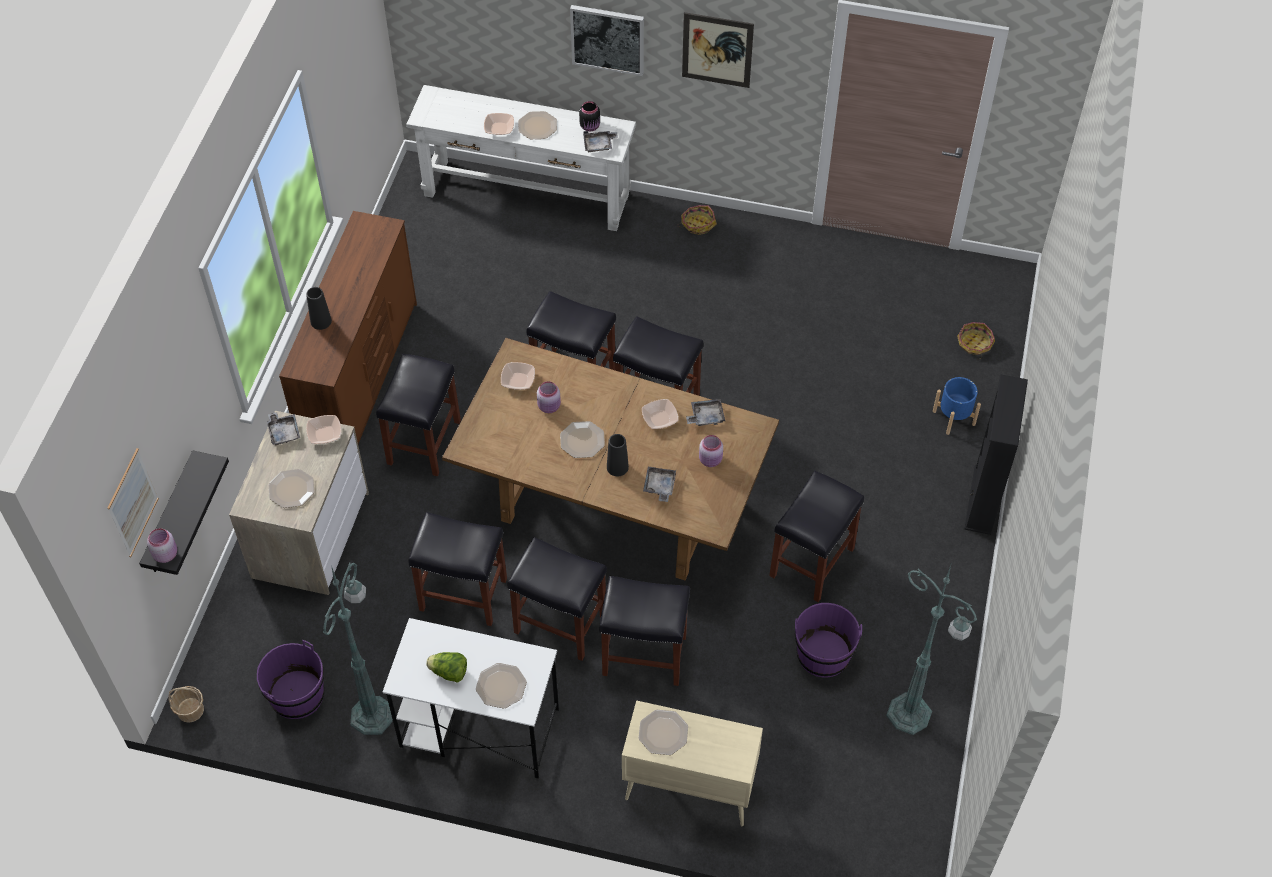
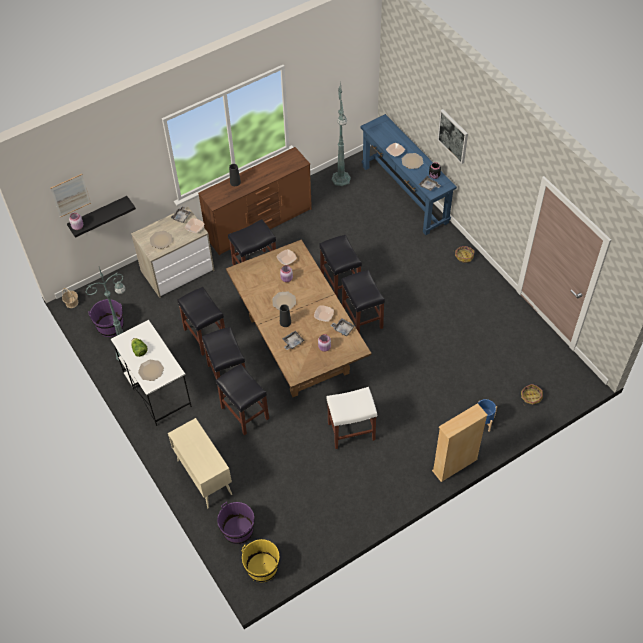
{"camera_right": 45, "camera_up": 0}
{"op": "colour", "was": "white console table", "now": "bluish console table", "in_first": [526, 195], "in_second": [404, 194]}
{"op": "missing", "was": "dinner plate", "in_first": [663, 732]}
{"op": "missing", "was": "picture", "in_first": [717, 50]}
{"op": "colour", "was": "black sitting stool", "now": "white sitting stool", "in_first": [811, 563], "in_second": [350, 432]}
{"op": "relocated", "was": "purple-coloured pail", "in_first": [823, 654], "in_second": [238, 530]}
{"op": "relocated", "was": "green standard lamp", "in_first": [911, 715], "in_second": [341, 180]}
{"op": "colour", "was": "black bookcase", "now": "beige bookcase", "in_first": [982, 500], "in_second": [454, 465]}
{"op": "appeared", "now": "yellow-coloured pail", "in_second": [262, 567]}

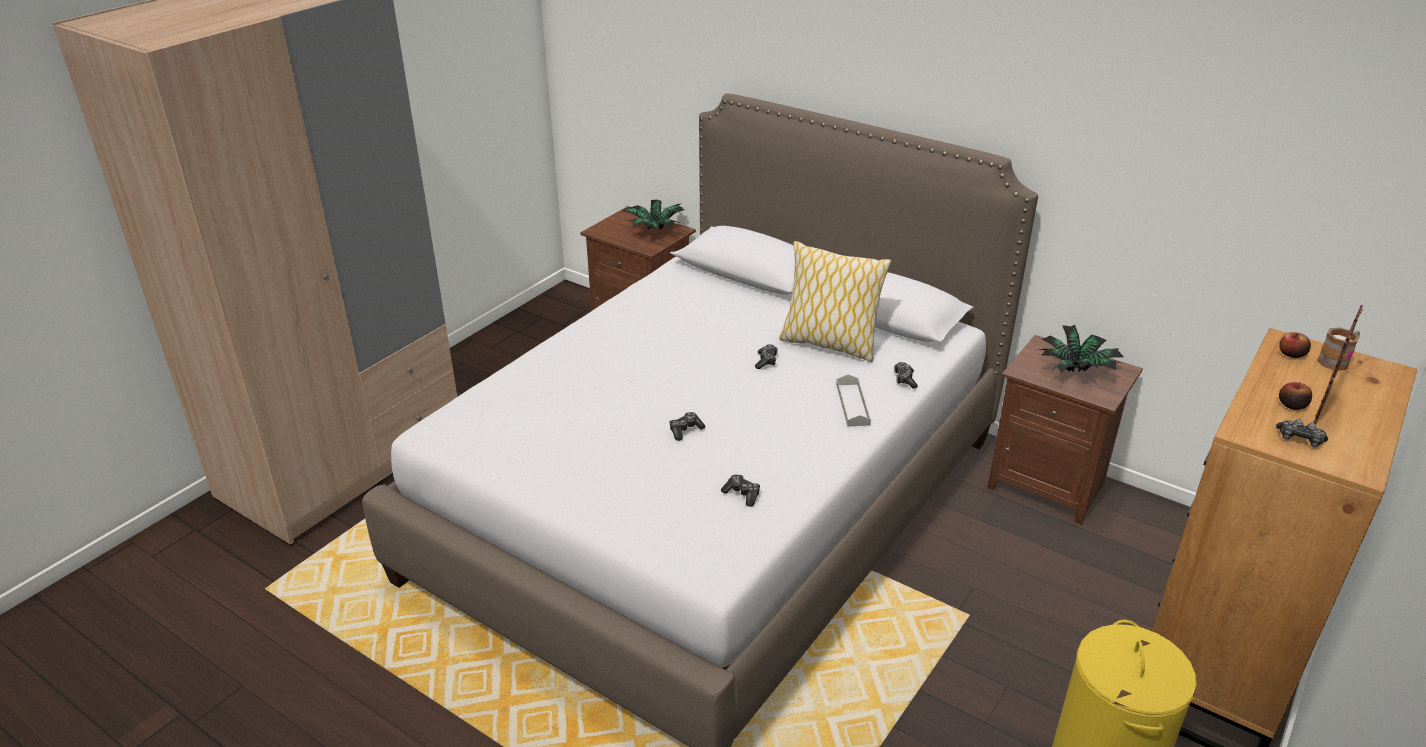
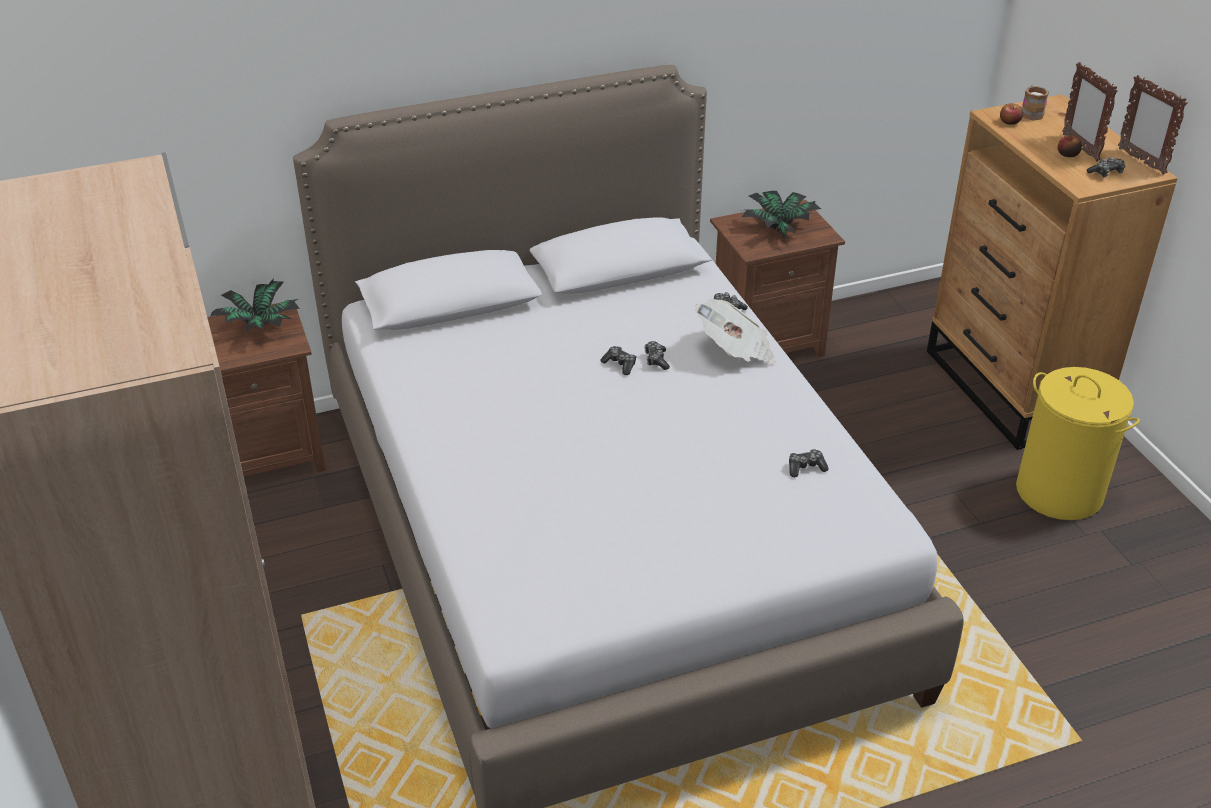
{"camera_right": -55, "camera_up": 5}
{"op": "relocated", "was": "joypad", "in_first": [685, 430], "in_second": [656, 360]}
{"op": "missing", "was": "cushion", "in_first": [829, 344]}
{"op": "exchanged", "was": "gray tray", "now": "printed paper", "in_first": [852, 404], "in_second": [736, 351]}
{"op": "appeared", "now": "photo frame", "in_second": [1141, 161]}

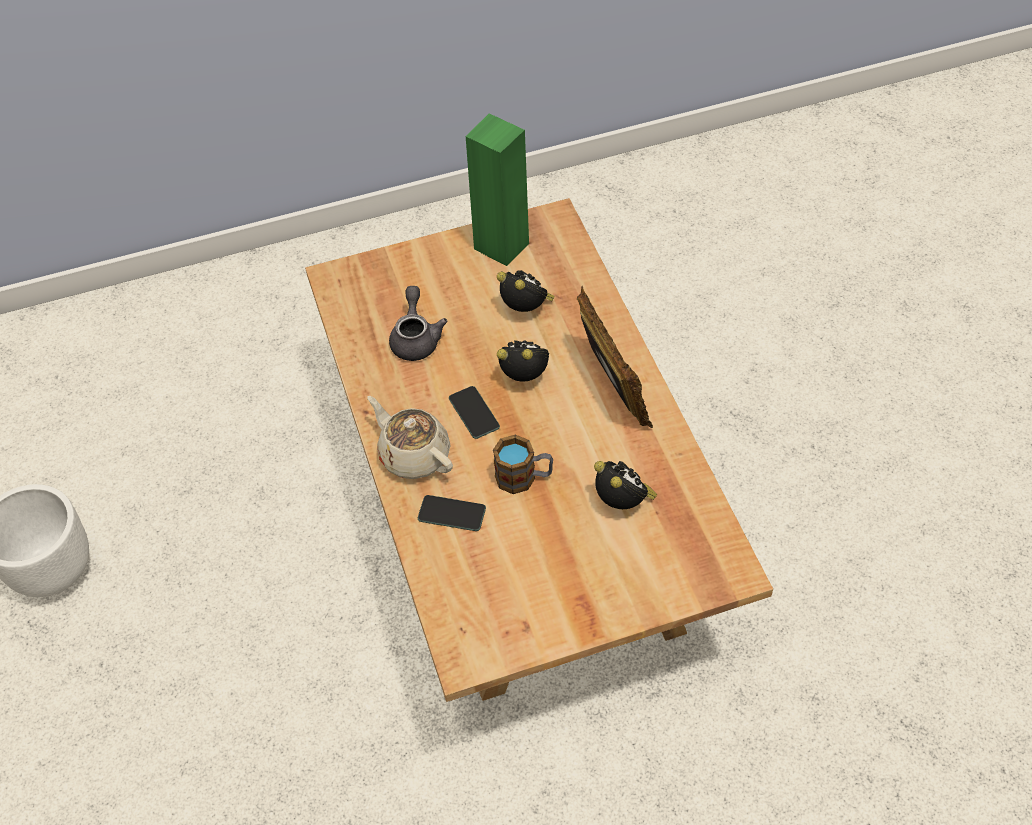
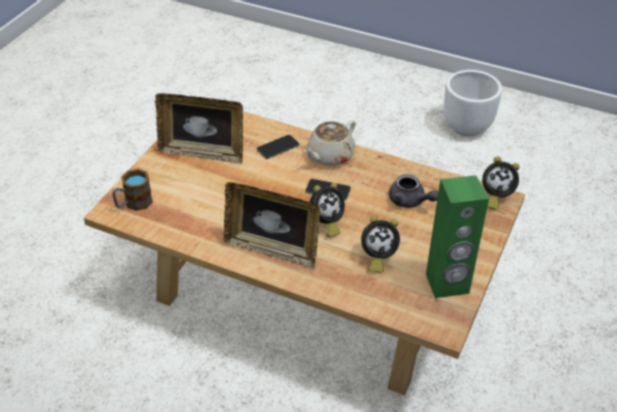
{"camera_right": 130, "camera_up": -10}
{"op": "spun", "was": "beige tea pot", "in_first": [413, 454], "in_second": [329, 156], "clockwise": 135}
{"op": "relocated", "was": "coffee mug", "in_first": [524, 477], "in_second": [133, 204]}
{"op": "relocated", "was": "bedside clock", "in_first": [623, 503], "in_second": [495, 197]}
{"op": "appeared", "now": "photo frame", "in_second": [202, 153]}

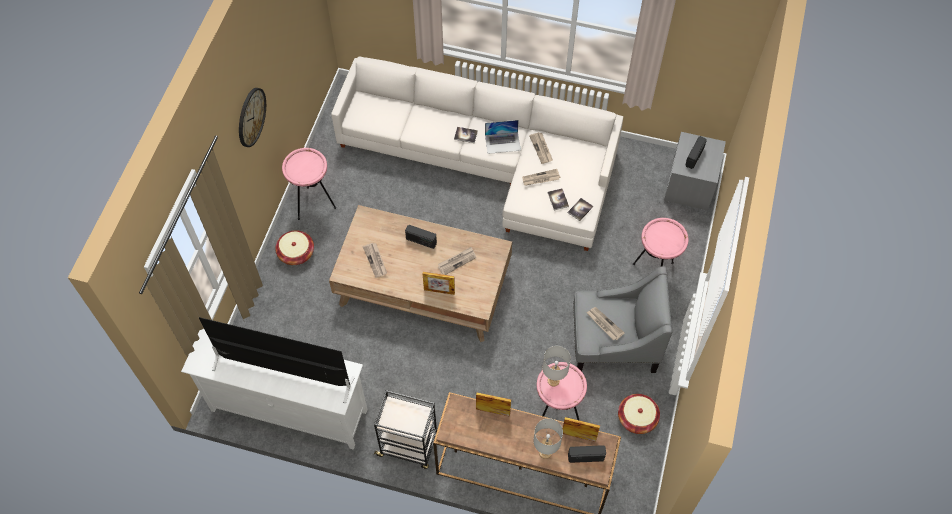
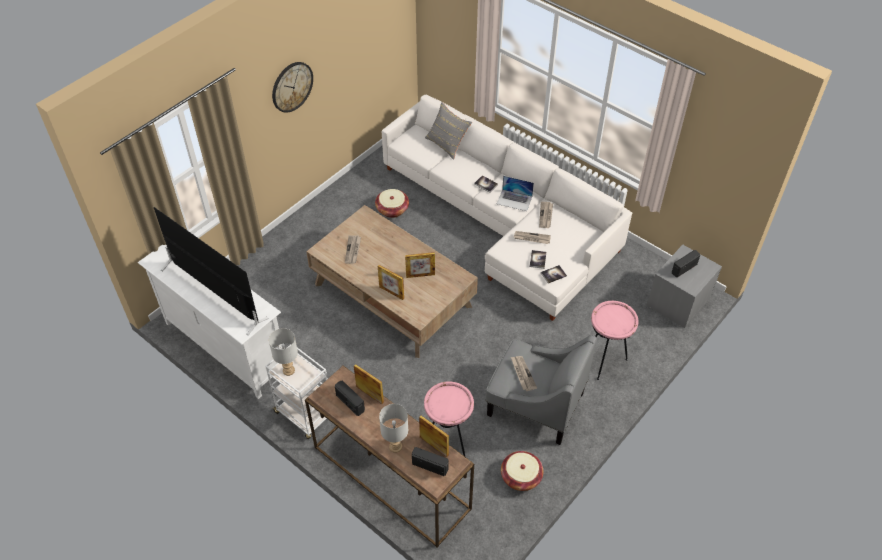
{"camera_right": 25, "camera_up": -10}
{"op": "relocated", "was": "basket", "in_first": [296, 253], "in_second": [392, 209]}
{"op": "missing", "was": "pink side table", "in_first": [314, 204]}
{"op": "colour", "was": "black cart", "now": "white cart", "in_first": [408, 445], "in_second": [305, 415]}
{"op": "relocated", "was": "radio", "in_first": [421, 241], "in_second": [350, 403]}
{"op": "exchanged", "was": "printed paper", "now": "photo frame", "in_first": [457, 261], "in_second": [420, 275]}
{"op": "relocated", "was": "gray table lamp", "in_first": [554, 380], "in_second": [289, 370]}
{"op": "appeared", "now": "gray cushion", "in_second": [447, 144]}

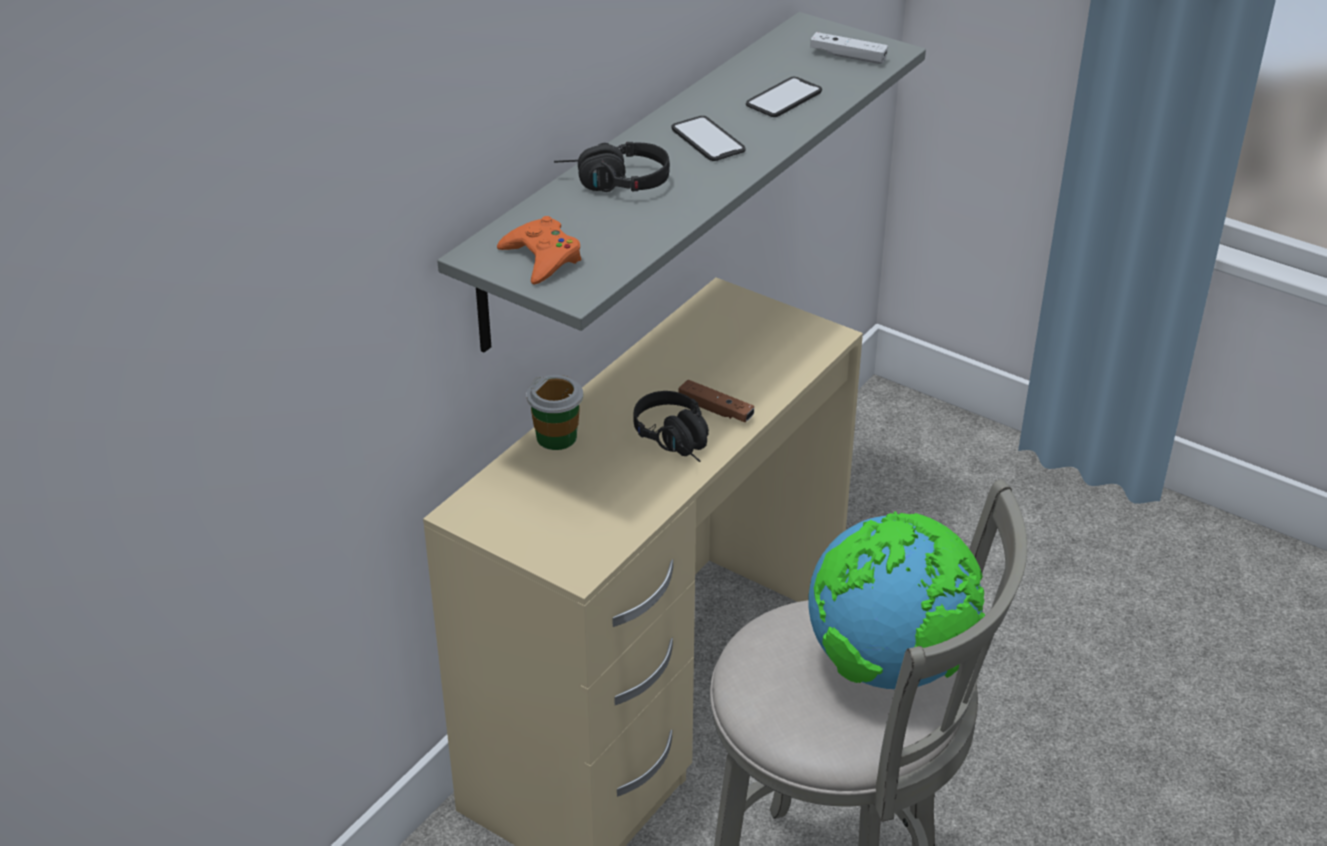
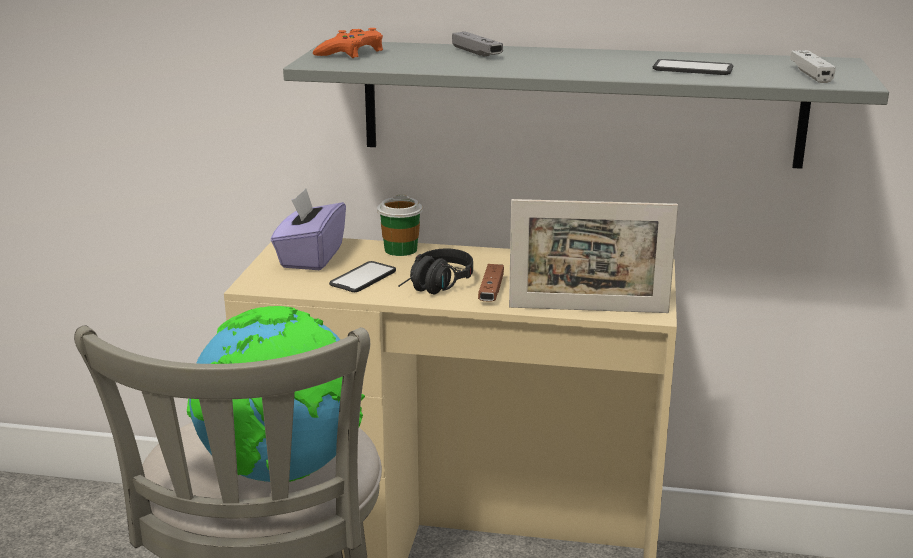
{"camera_right": 65, "camera_up": -15}
{"op": "exchanged", "was": "black headphones", "now": "gray joypad", "in_first": [612, 184], "in_second": [476, 53]}
{"op": "relocated", "was": "phone", "in_first": [708, 140], "in_second": [363, 278]}
{"op": "appeared", "now": "purple-coloured tissue holder", "in_second": [310, 257]}
{"op": "appeared", "now": "photo frame", "in_second": [588, 310]}

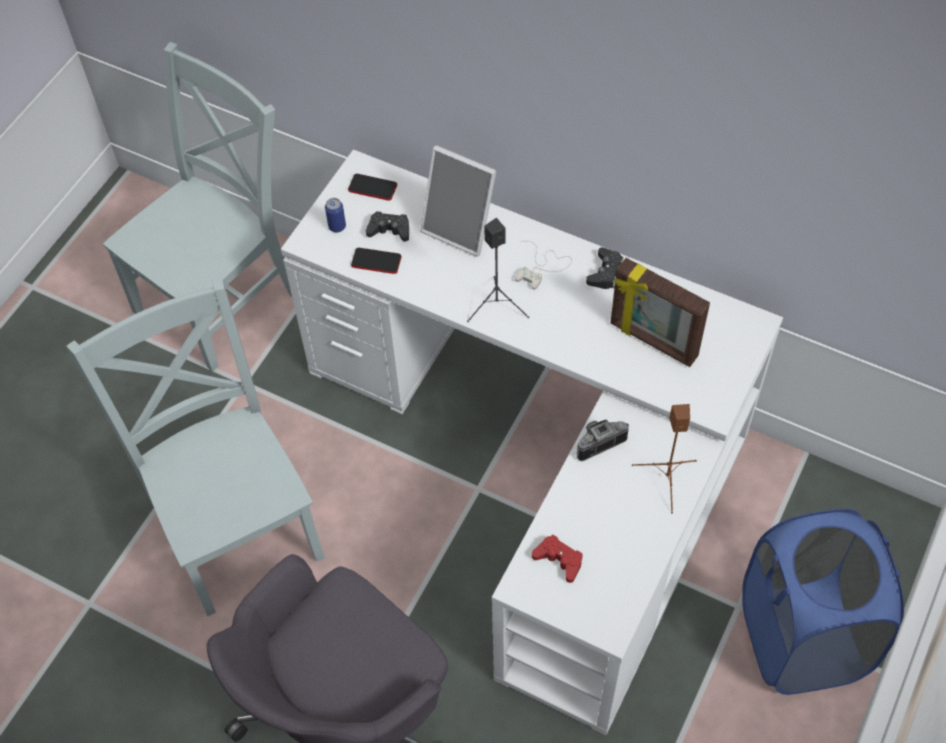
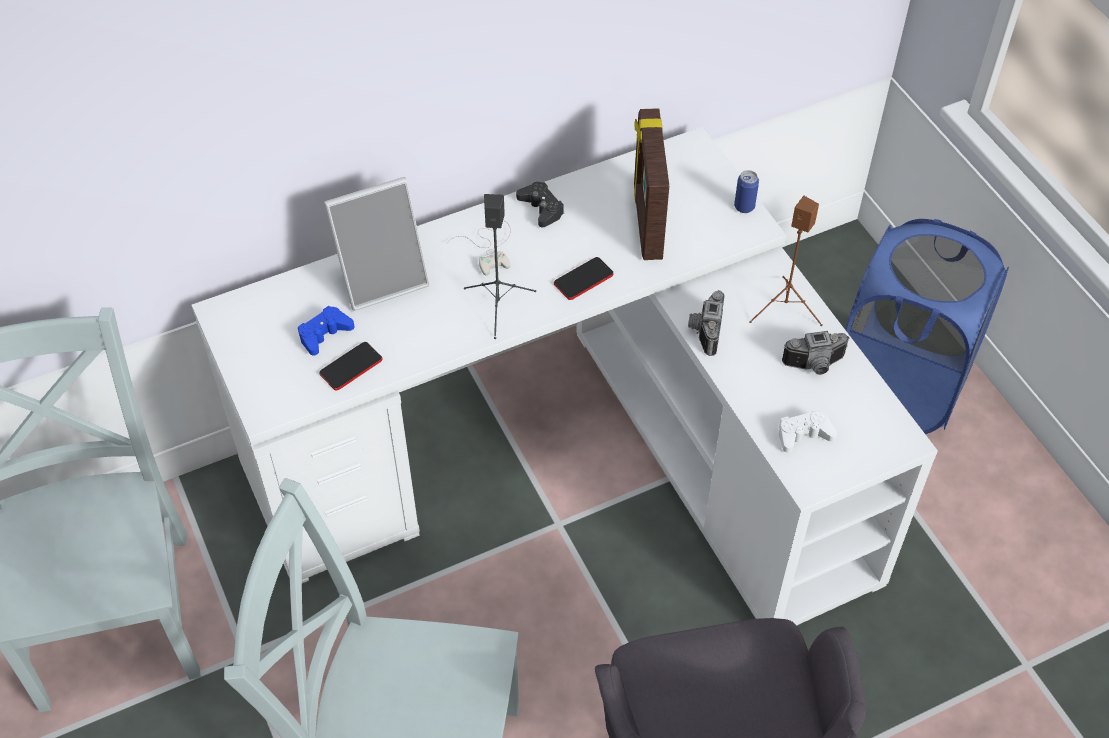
{"camera_right": -55, "camera_up": -5}
{"op": "relocated", "was": "metal can", "in_first": [337, 226], "in_second": [744, 207]}
{"op": "relocated", "was": "phone", "in_first": [372, 188], "in_second": [583, 279]}
{"op": "colour", "was": "black joypad", "now": "bluish joypad", "in_first": [389, 230], "in_second": [324, 334]}
{"op": "colour", "was": "red-coloured joypad", "now": "white joypad", "in_first": [559, 560], "in_second": [803, 434]}
{"op": "spun", "was": "photo frame", "in_first": [652, 341], "in_second": [646, 222], "clockwise": 105}
{"op": "appeared", "now": "photo camera", "in_second": [815, 366]}

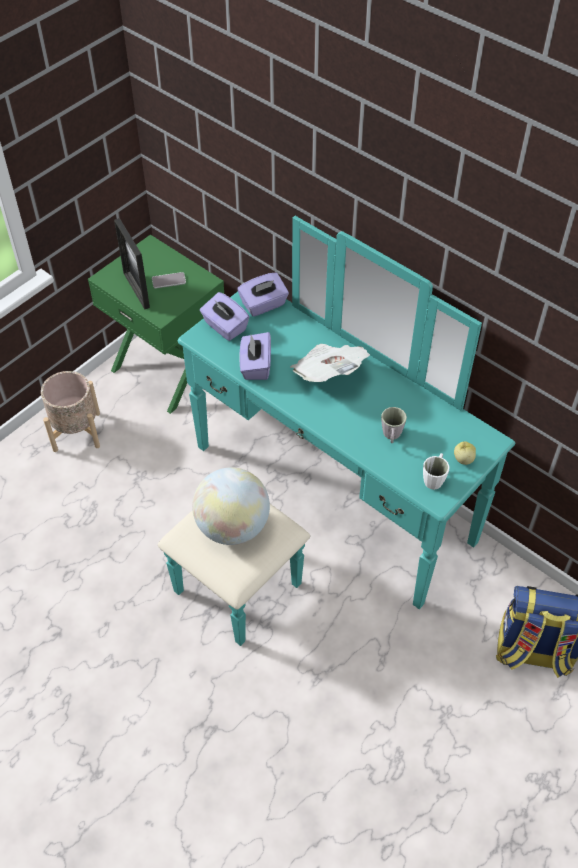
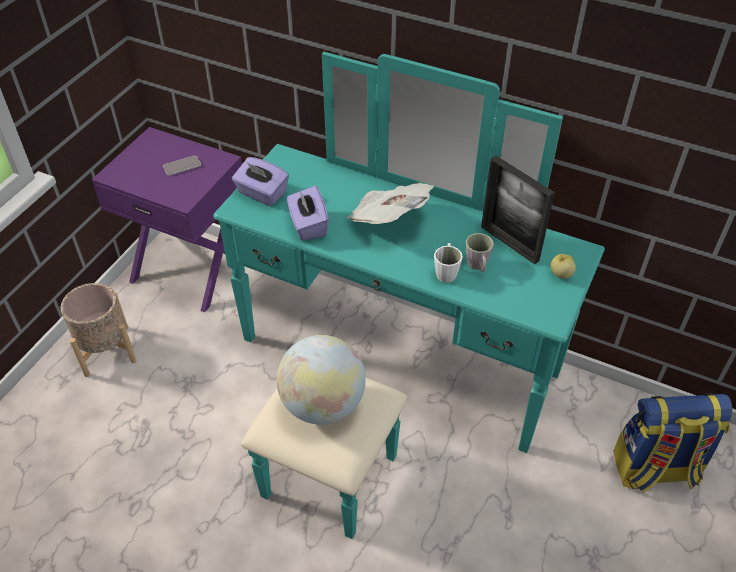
{"camera_right": -15, "camera_up": -5}
{"op": "colour", "was": "green nightstand", "now": "purple-coloured nightstand", "in_first": [169, 368], "in_second": [191, 268]}
{"op": "relocated", "was": "photo frame", "in_first": [136, 290], "in_second": [509, 243]}
{"op": "missing", "was": "purple-coloured tissue holder", "in_first": [263, 305]}
{"op": "relocated", "was": "white coffee mug", "in_first": [434, 478], "in_second": [446, 271]}

